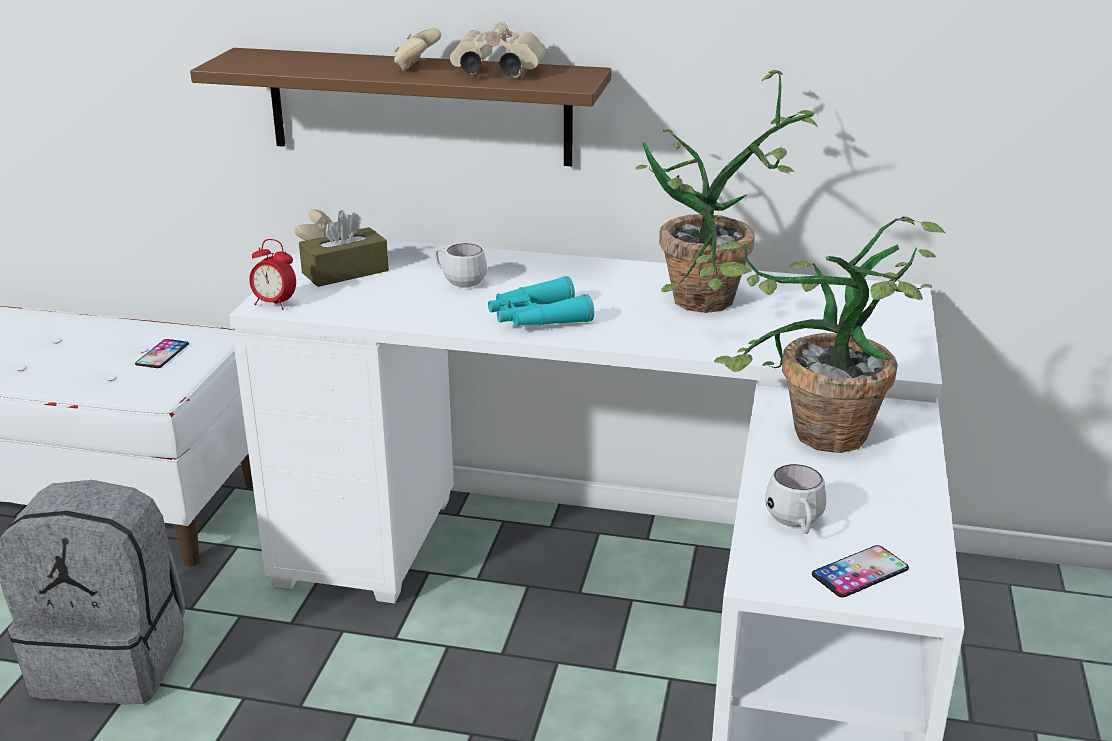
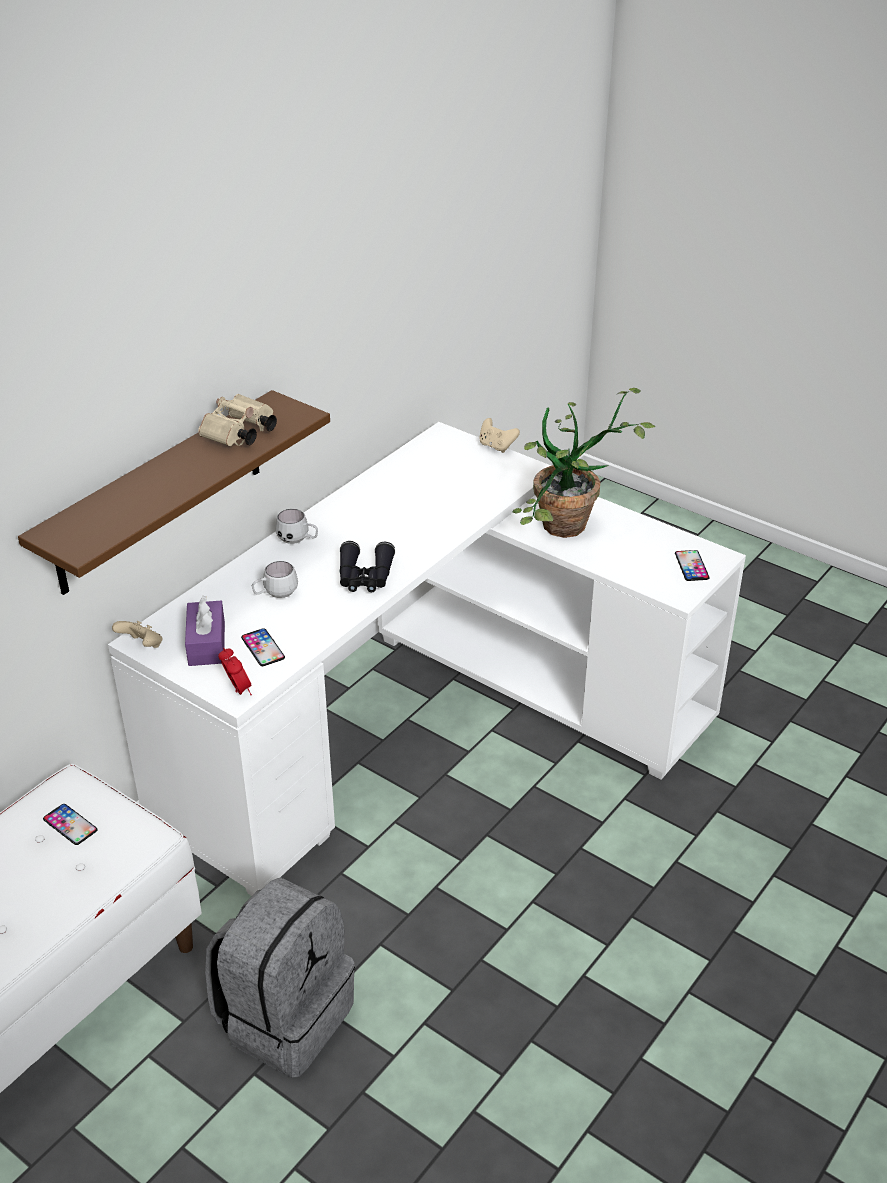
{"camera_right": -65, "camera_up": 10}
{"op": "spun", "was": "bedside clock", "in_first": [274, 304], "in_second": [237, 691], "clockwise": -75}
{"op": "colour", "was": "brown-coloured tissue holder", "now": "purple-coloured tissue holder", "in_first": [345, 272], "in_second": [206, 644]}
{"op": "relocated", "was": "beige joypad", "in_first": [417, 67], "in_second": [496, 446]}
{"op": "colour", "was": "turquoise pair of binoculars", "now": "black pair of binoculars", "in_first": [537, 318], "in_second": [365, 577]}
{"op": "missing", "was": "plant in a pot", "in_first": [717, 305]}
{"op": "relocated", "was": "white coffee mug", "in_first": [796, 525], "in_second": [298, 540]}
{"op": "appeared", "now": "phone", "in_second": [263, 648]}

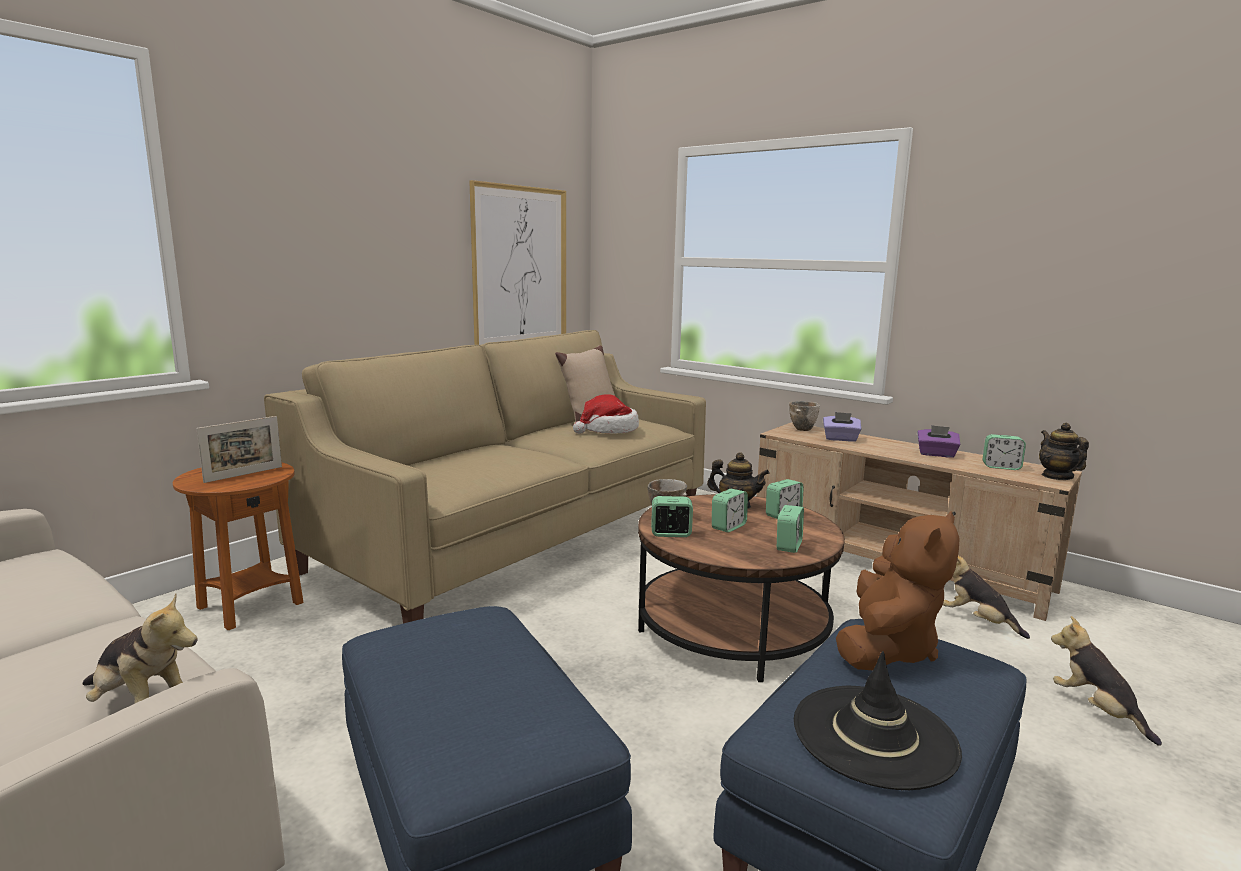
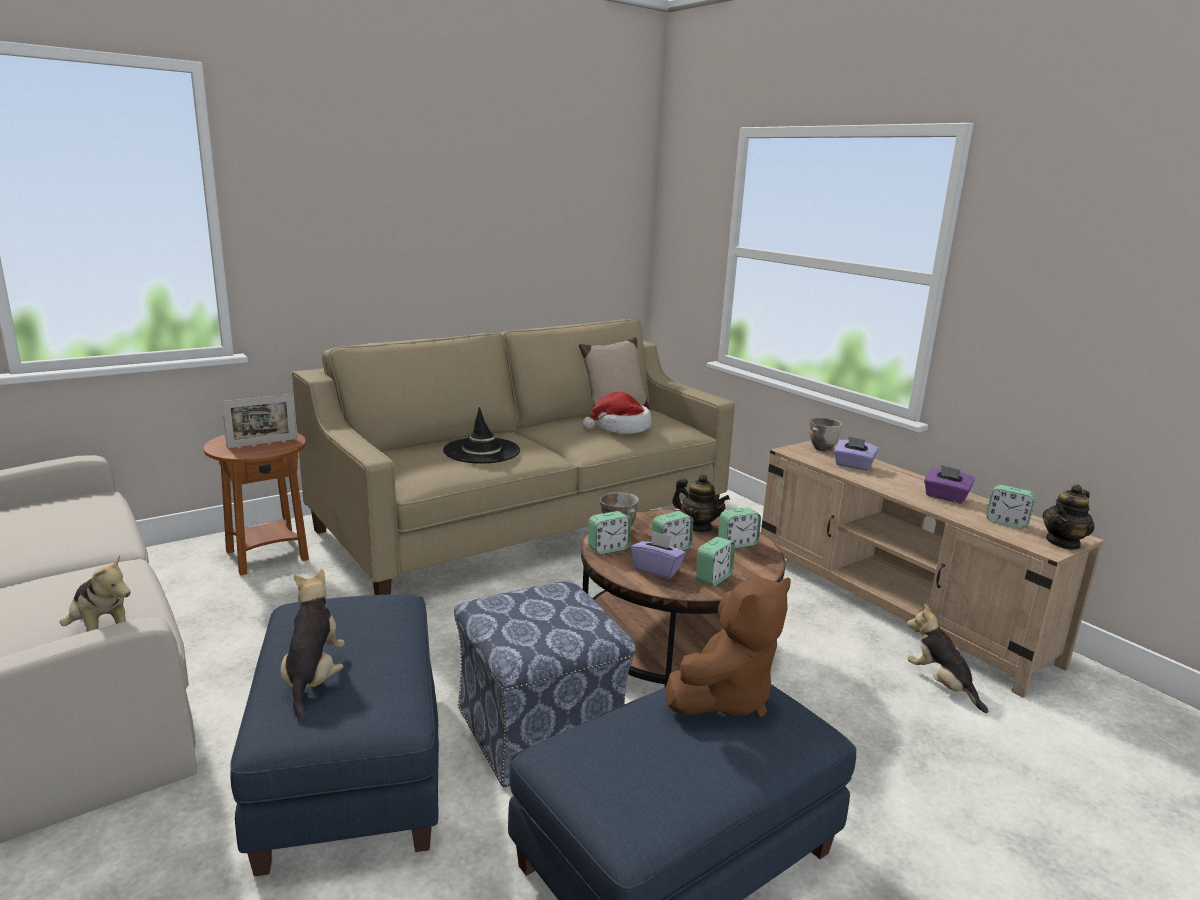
{"camera_right": 15, "camera_up": 5}
{"op": "missing", "was": "picture", "in_first": [520, 267]}
{"op": "spun", "was": "bedside clock", "in_first": [671, 534], "in_second": [608, 548], "clockwise": 135}
{"op": "relocated", "was": "black clothing hat", "in_first": [874, 736], "in_second": [482, 451]}
{"op": "spun", "was": "tea pot", "in_first": [1057, 476], "in_second": [1063, 542], "clockwise": -135}
{"op": "relocated", "was": "cuddly toy", "in_first": [1097, 710], "in_second": [313, 679]}
{"op": "appeared", "now": "pouffe", "in_second": [540, 729]}
{"op": "appeared", "now": "purple-coloured tissue holder", "in_second": [657, 569]}

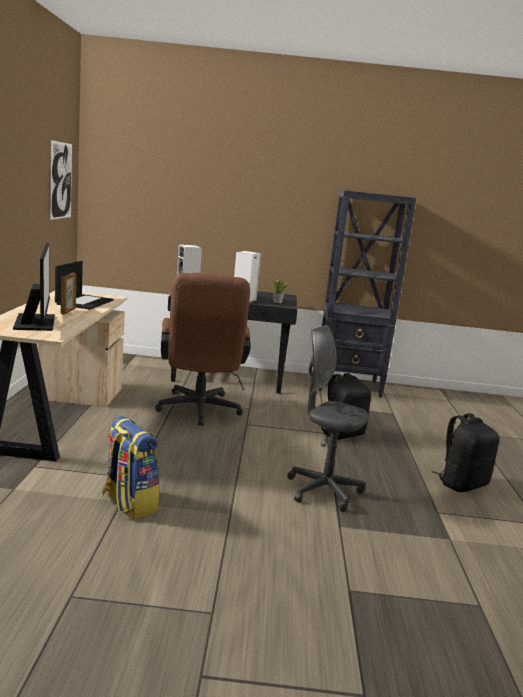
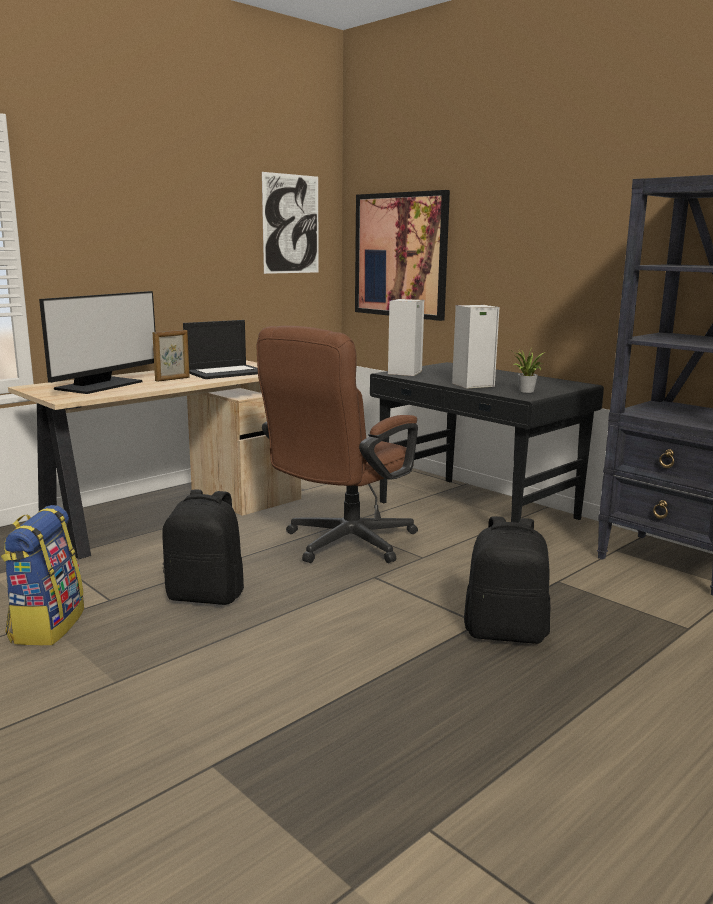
{"camera_right": 45, "camera_up": 0}
{"op": "missing", "was": "gray desk chair", "in_first": [323, 491]}
{"op": "relocated", "was": "black knapsack", "in_first": [462, 484], "in_second": [206, 596]}
{"op": "appeared", "now": "picture", "in_second": [400, 255]}

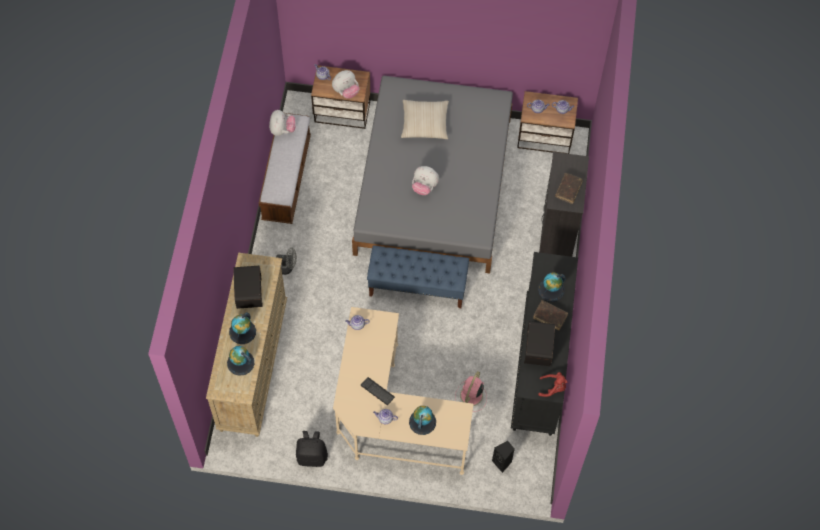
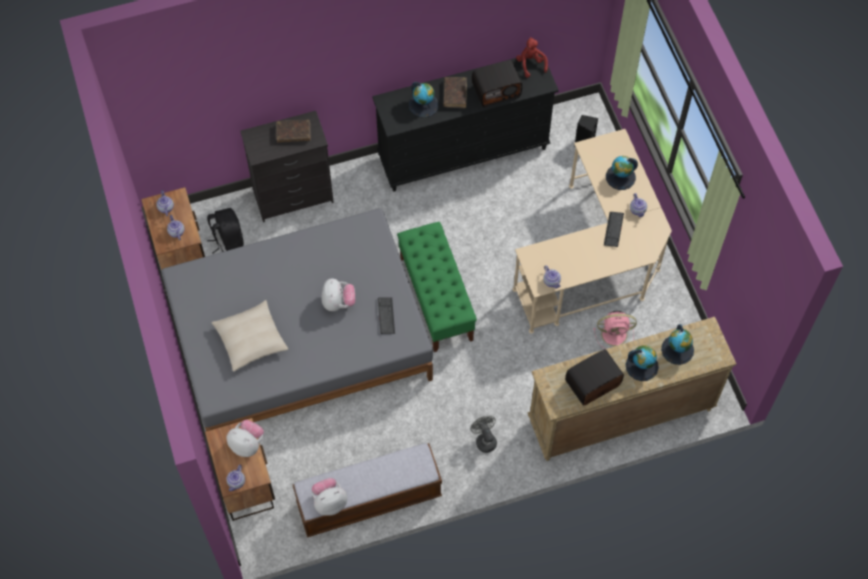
{"camera_right": -115, "camera_up": 0}
{"op": "relocated", "was": "black knapsack", "in_first": [312, 456], "in_second": [228, 241]}
{"op": "colour", "was": "bluish bench", "now": "green bench", "in_first": [418, 287], "in_second": [436, 298]}
{"op": "relocated", "was": "pink cooling fan", "in_first": [471, 396], "in_second": [615, 334]}
{"op": "appeared", "now": "computer keyboard", "in_second": [386, 316]}

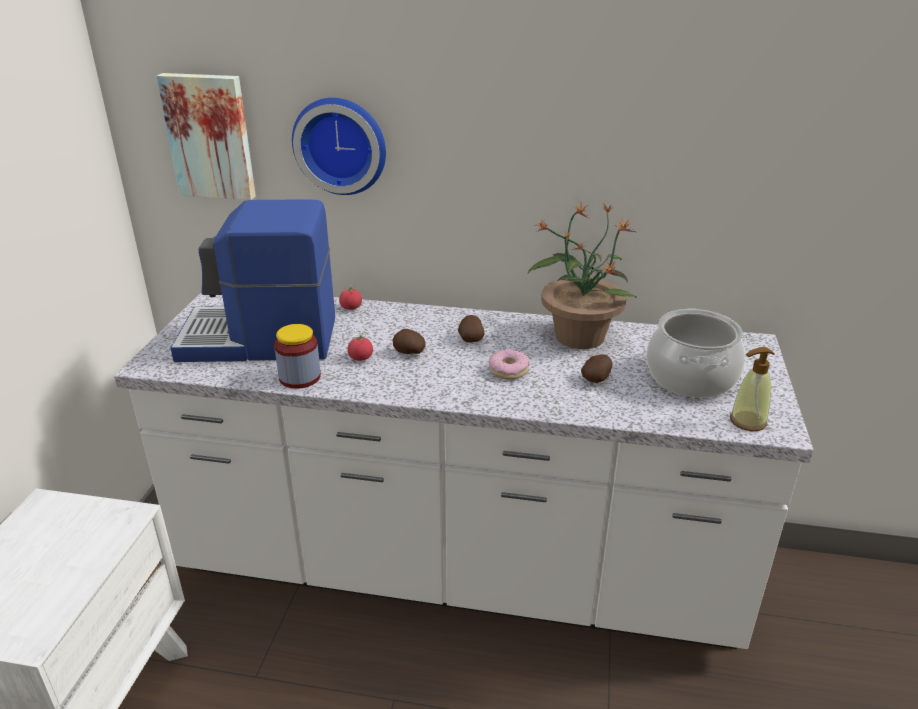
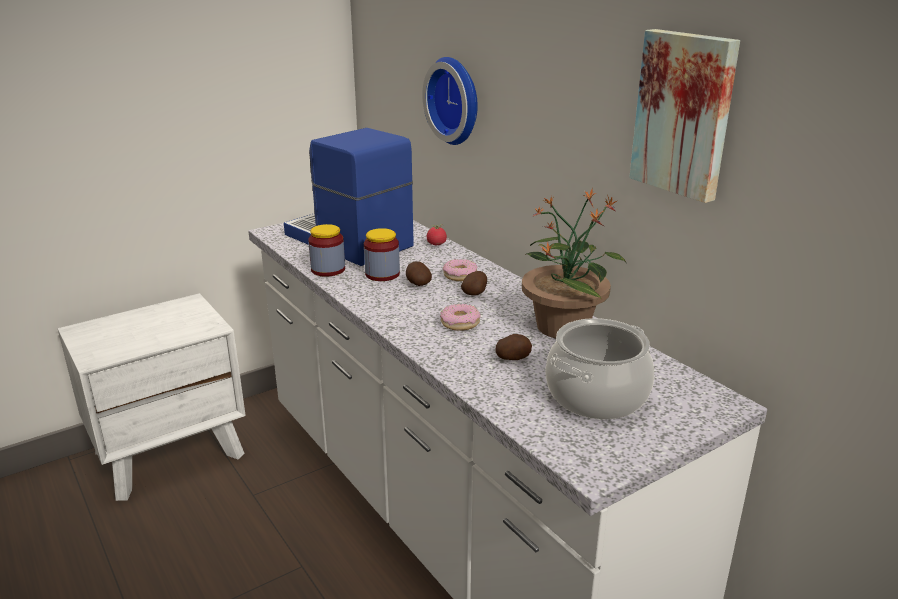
{"camera_right": 45, "camera_up": -5}
{"op": "relocated", "was": "picture", "in_first": [210, 136], "in_second": [685, 114]}
{"op": "exchanged", "was": "whole tomato", "now": "preserve jar", "in_first": [360, 358], "in_second": [382, 274]}
{"op": "missing", "was": "soap dispenser", "in_first": [747, 421]}
{"op": "appeared", "now": "donut", "in_second": [460, 275]}

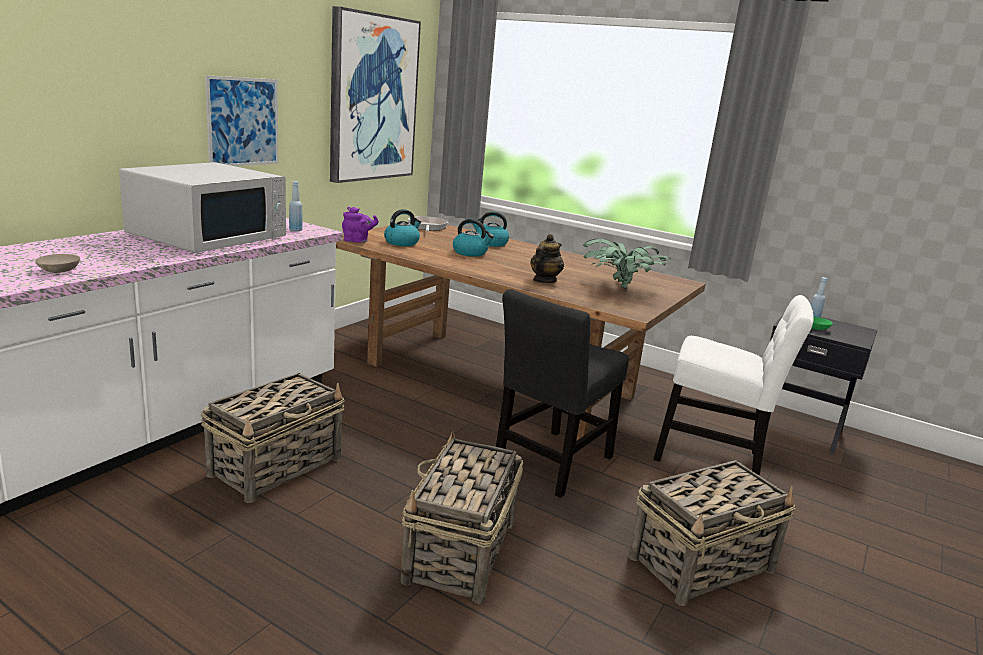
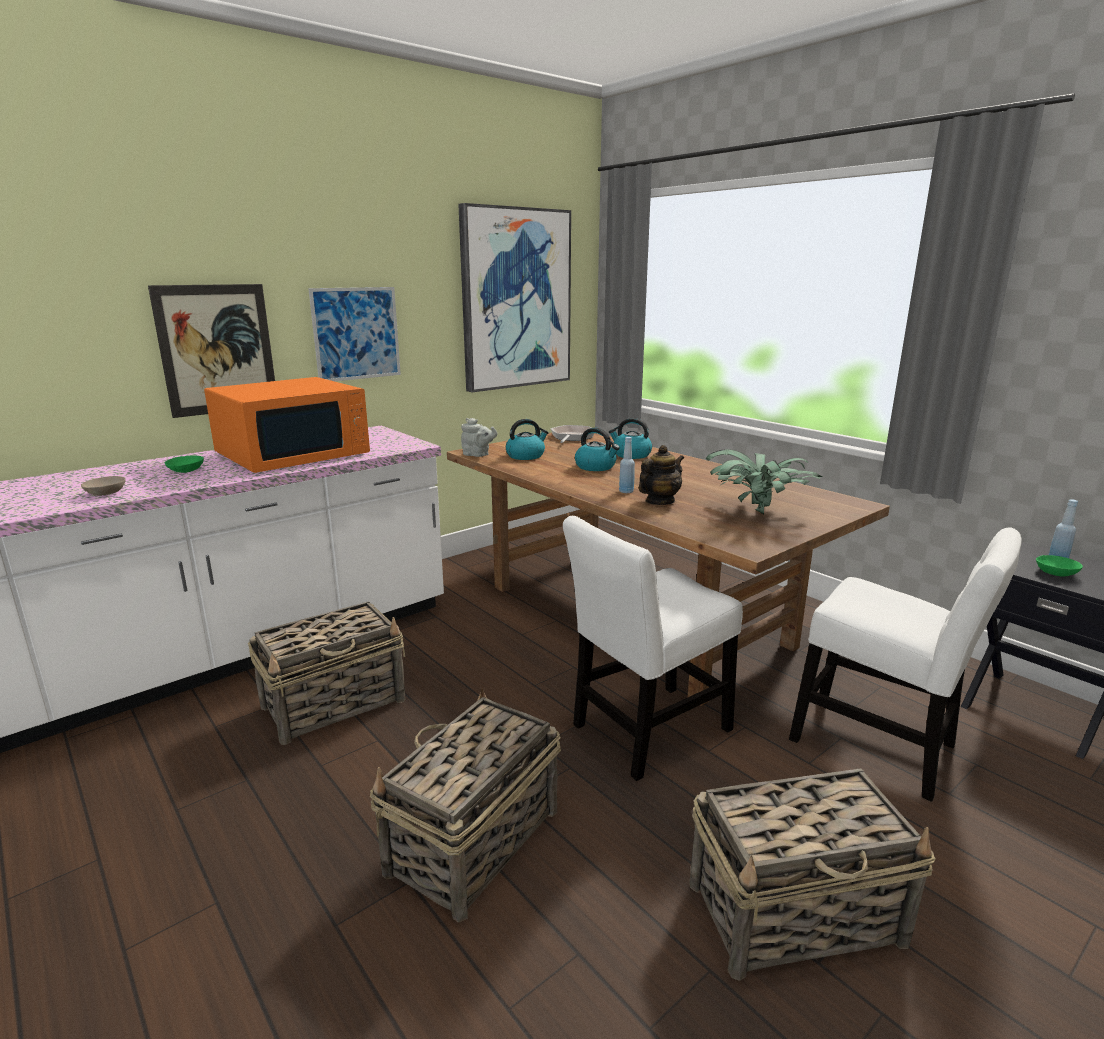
{"camera_right": 20, "camera_up": 0}
{"op": "colour", "was": "white kitchen microwave", "now": "orange-coloured kitchen microwave", "in_first": [209, 236], "in_second": [294, 454]}
{"op": "relocated", "was": "bluish beverage bottle", "in_first": [295, 230], "in_second": [626, 491]}
{"op": "colour", "was": "purple-coloured tea pot", "now": "gray tea pot", "in_first": [357, 241], "in_second": [478, 455]}
{"op": "colour", "was": "black upright chair", "now": "white upright chair", "in_first": [551, 464], "in_second": [646, 731]}
{"op": "appeared", "now": "picture", "in_second": [217, 349]}
{"op": "appeared", "now": "green serving bowl", "in_second": [187, 470]}

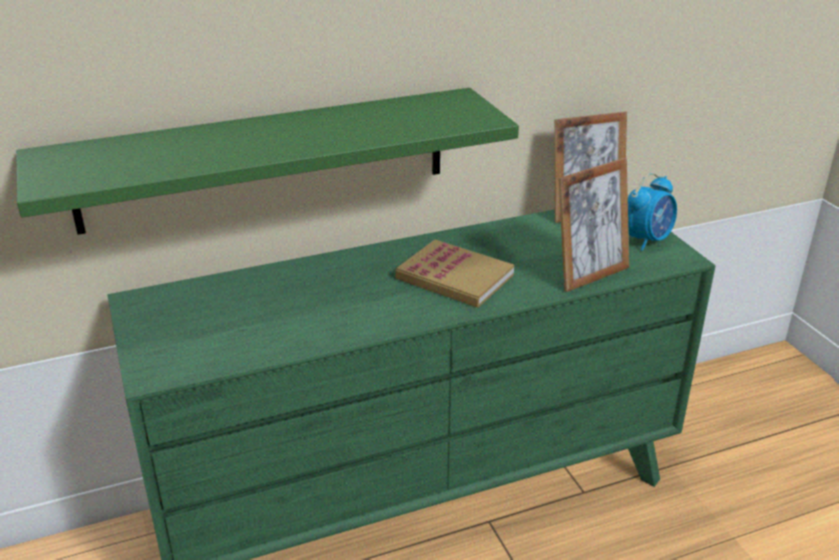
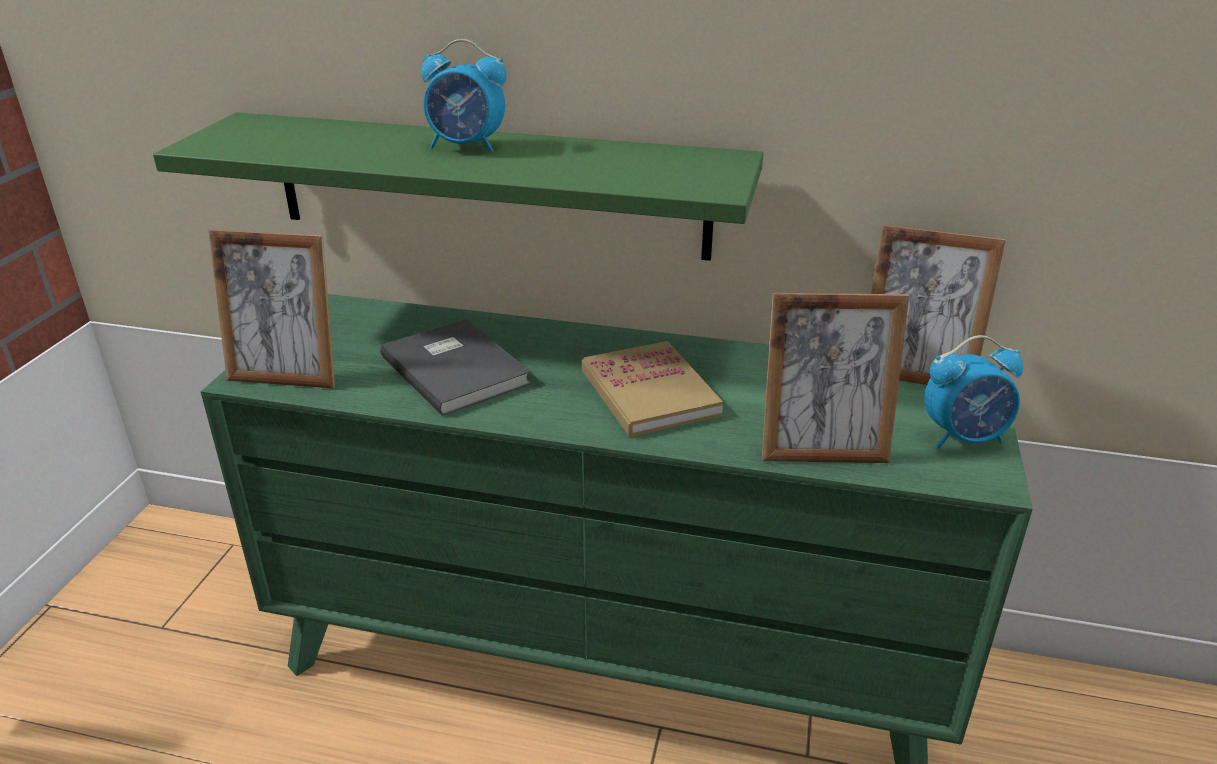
{"camera_right": 35, "camera_up": 0}
{"op": "appeared", "now": "photo frame", "in_second": [286, 376]}
{"op": "appeared", "now": "gray volume", "in_second": [457, 368]}
{"op": "appeared", "now": "bedside clock", "in_second": [467, 146]}

